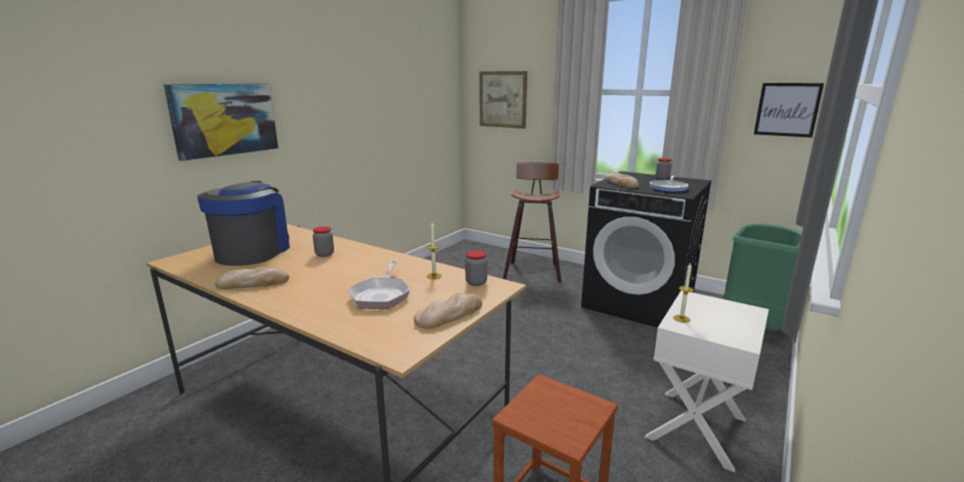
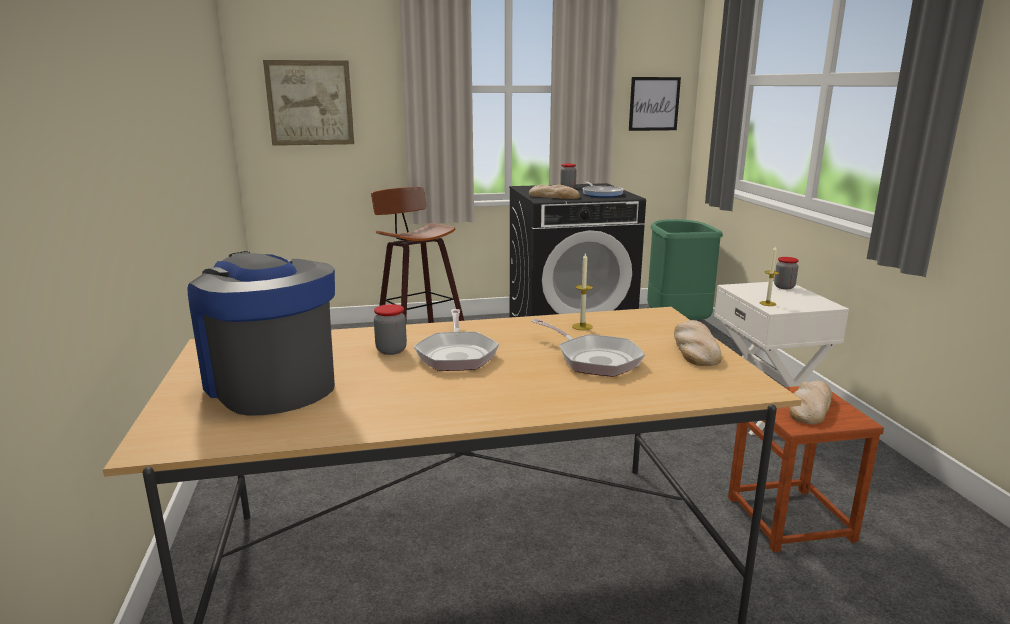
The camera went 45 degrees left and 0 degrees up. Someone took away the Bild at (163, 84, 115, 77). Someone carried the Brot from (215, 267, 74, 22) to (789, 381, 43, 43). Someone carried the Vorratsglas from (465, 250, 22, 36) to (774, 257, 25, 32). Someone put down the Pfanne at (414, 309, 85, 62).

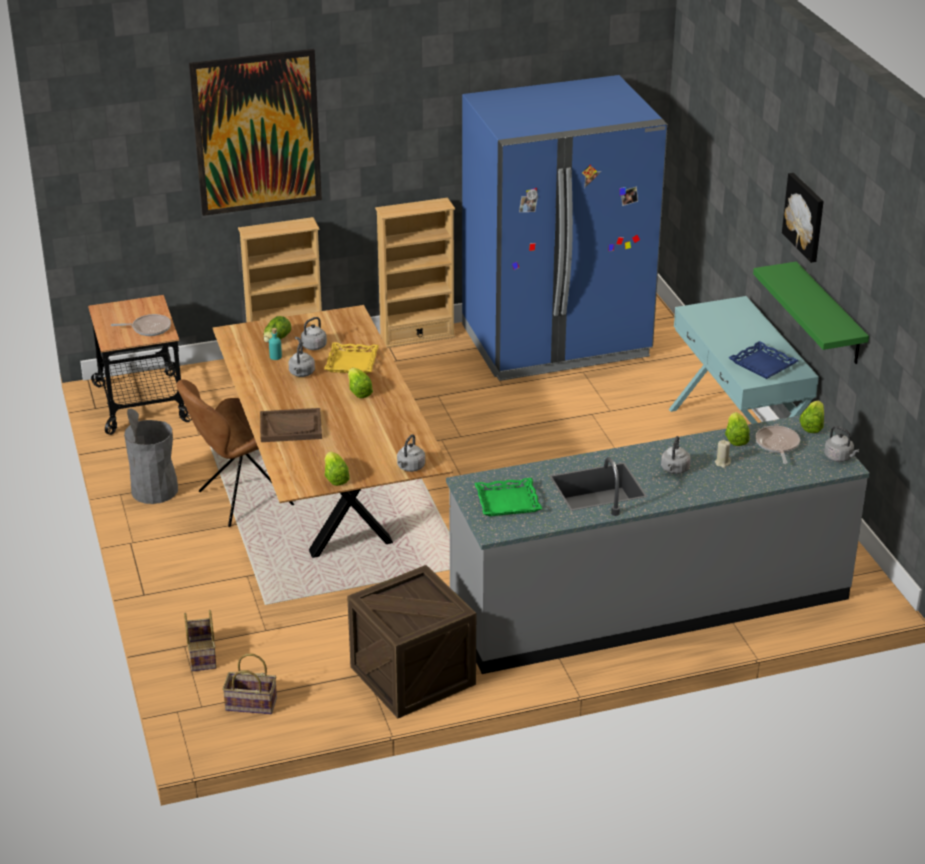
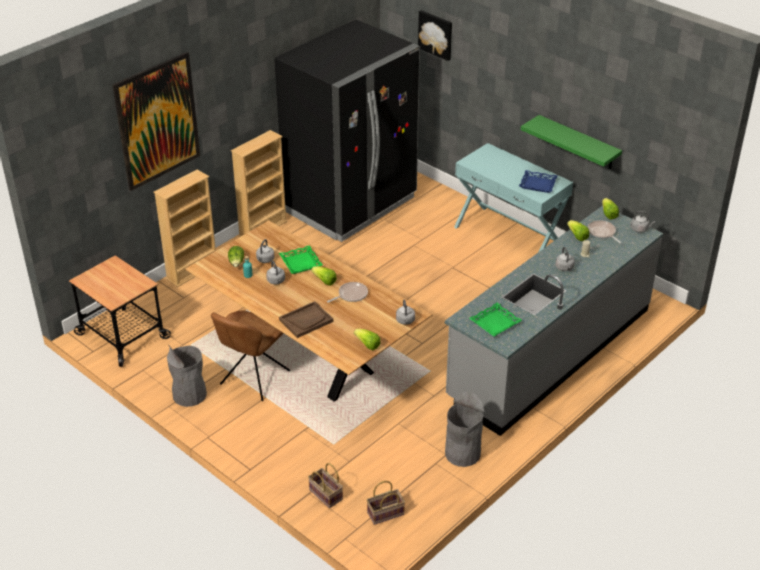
The camera went 30 degrees left and 5 degrees up. Someone carried the Pfanne from (111, 314, 60, 22) to (327, 282, 41, 21). Someone repainted the Tablett (gelb) at (324, 343, 55, 31), which became the Tablett (grün) at (279, 245, 44, 29). Someone swapped the Kiste at (347, 565, 129, 153) for the Mülleimer (grau) at (445, 391, 40, 76). Someone repainted the Kühlschrank (blau) at (462, 75, 206, 306), which became the Kühlschrank (schwarz) at (274, 20, 146, 222). Someone carried the Bild from (782, 173, 42, 90) to (418, 10, 34, 51).

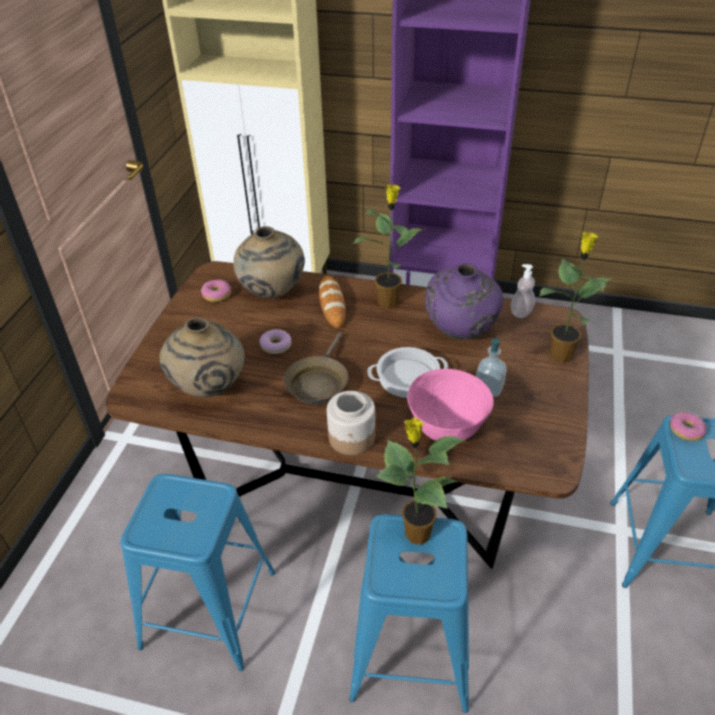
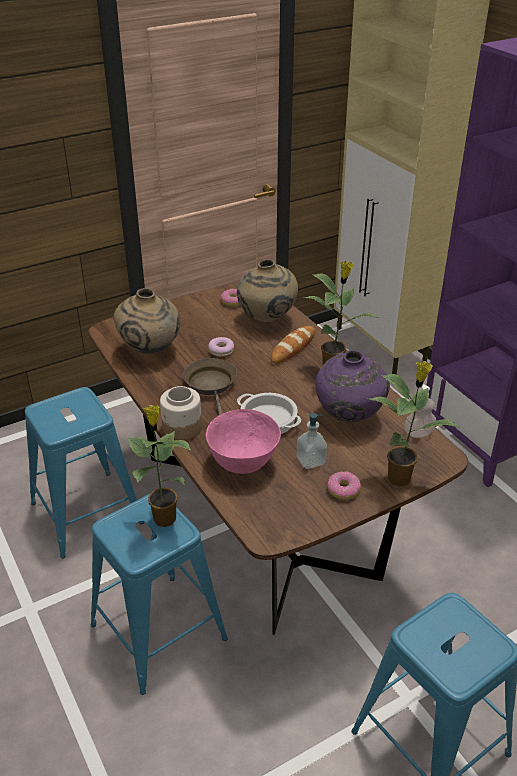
The camera went 45 degrees right and 5 degrees down. Someone rotated the Pfanne (braun) at (284, 332, 64, 73) by 105 degrees clockwise. Someone carried the Donut from (670, 412, 36, 29) to (327, 471, 34, 29).

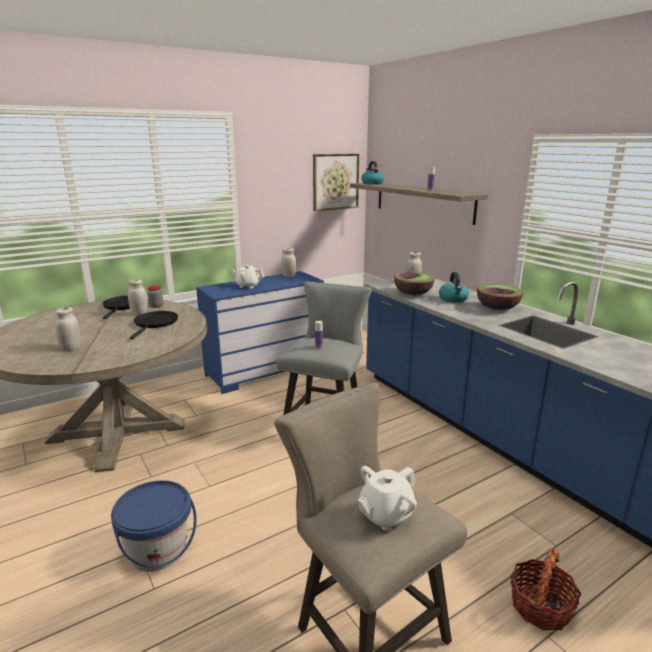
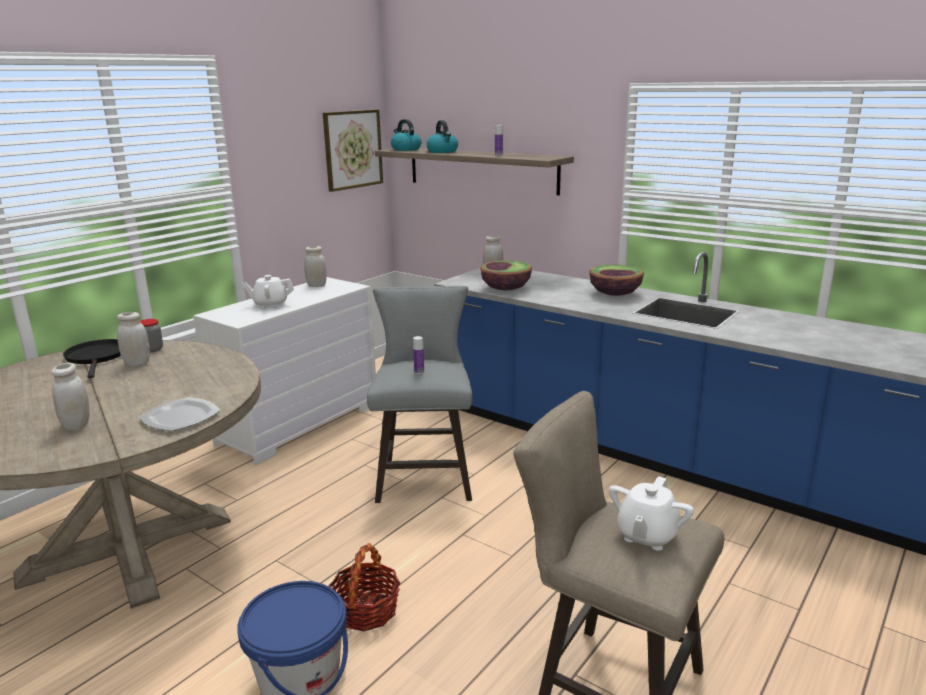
The camera went 20 degrees left and 0 degrees up. Someone took away the Pfanne (schwarz) at (130, 311, 48, 28). Someone repainted the Kommode (blau) at (196, 271, 128, 123), which became the Kommode (weiß) at (193, 277, 183, 188). Someone carried the Wasserkessel from (439, 272, 30, 31) to (426, 120, 32, 33). Someone carried the Korb from (510, 548, 71, 82) to (329, 543, 71, 88). Someone put down the Teller at (139, 397, 82, 34).

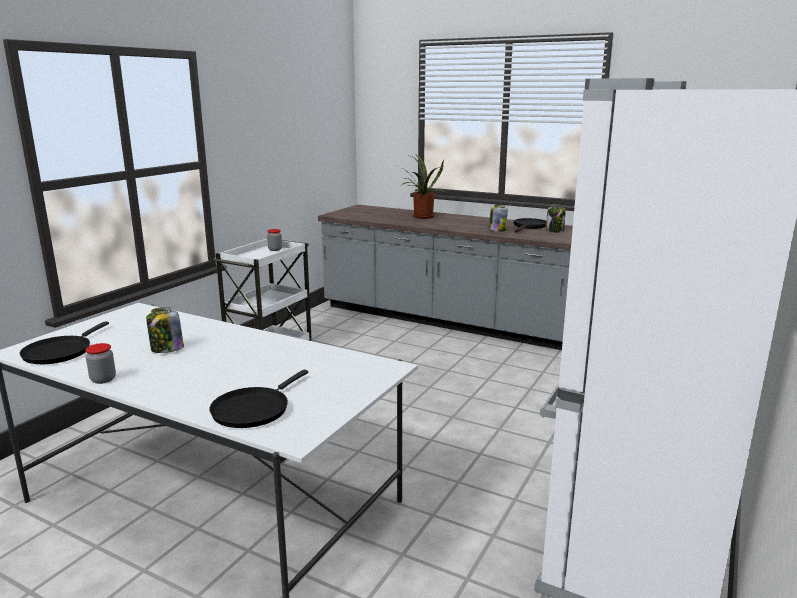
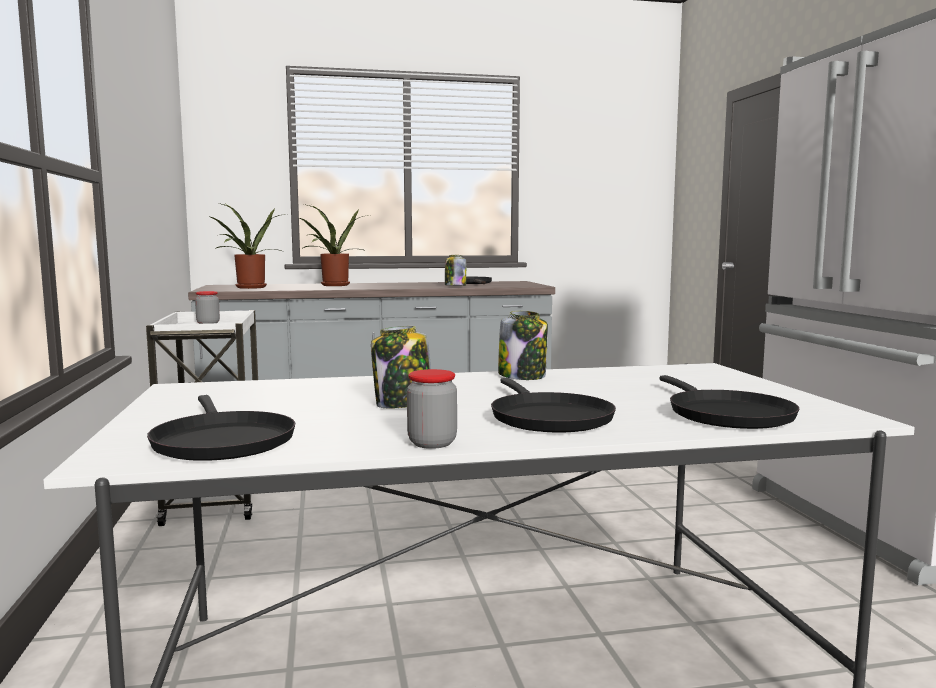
The camera went 40 degrees left and 10 degrees down. Someone carried the Vorratsglas from (546, 204, 19, 29) to (498, 311, 50, 69). Someone put down the Topfpflanze at (211, 203, 75, 86). Someone put down the Pfanne (schwarz) at (491, 378, 125, 54).

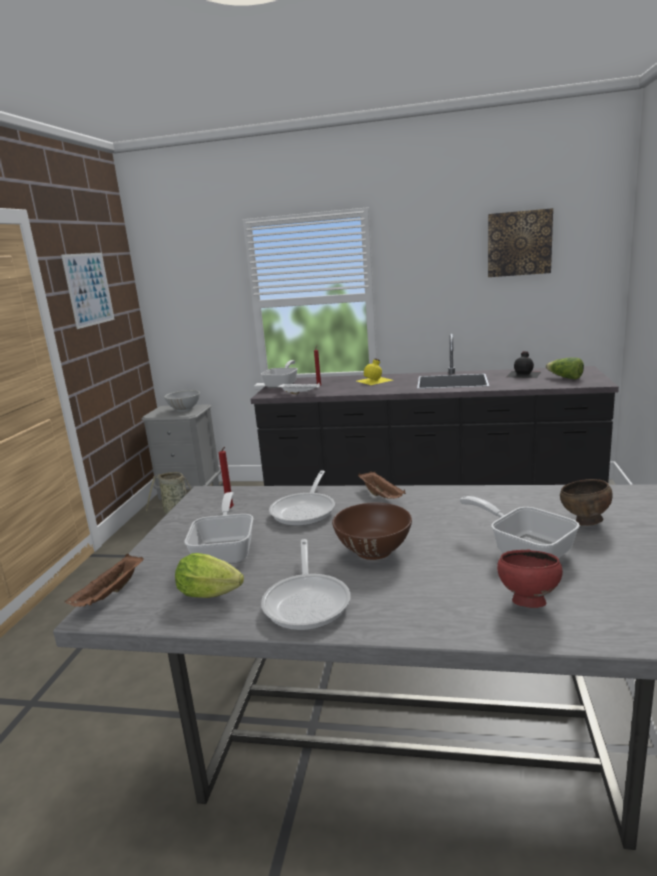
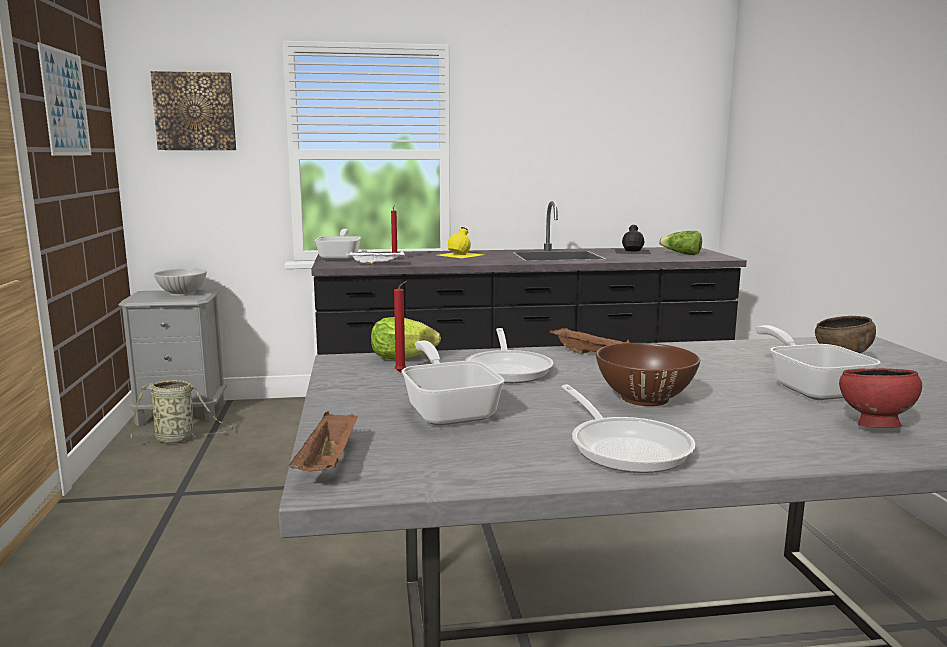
The camera went 20 degrees left and 5 degrees down. Someone carried the Salatkopf from (175, 553, 69, 45) to (371, 317, 70, 42). Someone rotated the Pfanne at (460, 496, 120, 62) by 45 degrees clockwise. Someone carried the Bild from (488, 208, 65, 69) to (150, 71, 86, 79).

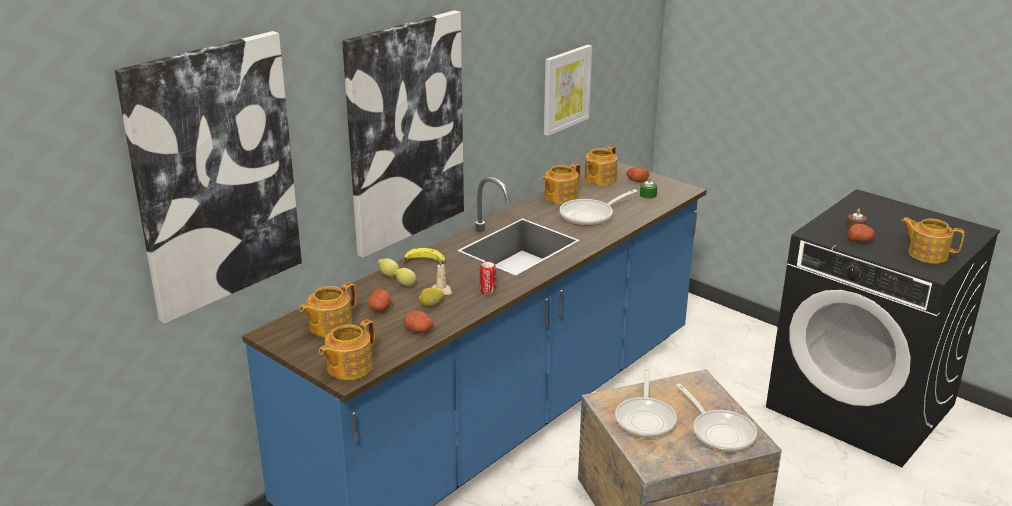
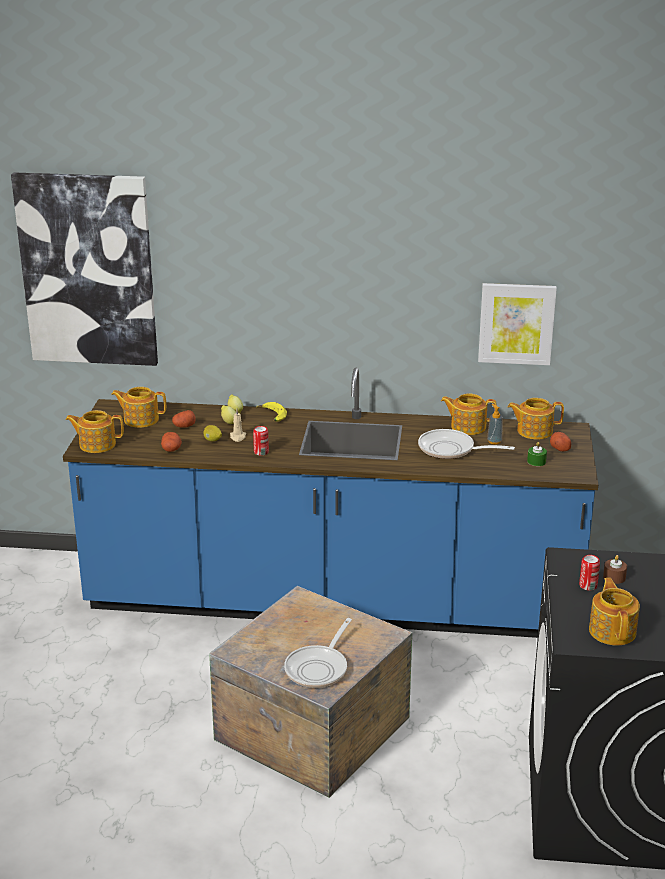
The camera went 55 degrees right and 0 degrees up. Someone took away the Bild at (342, 10, 122, 248). Someone took away the Pfanne at (615, 368, 62, 70). Someone swapped the Kartoffel at (848, 224, 27, 18) for the Dose at (579, 555, 21, 36). Someone put down the Seifenspender at (487, 404, 16, 40).

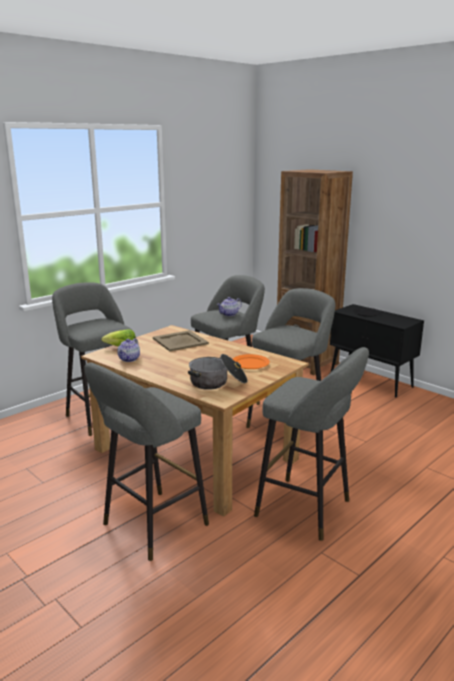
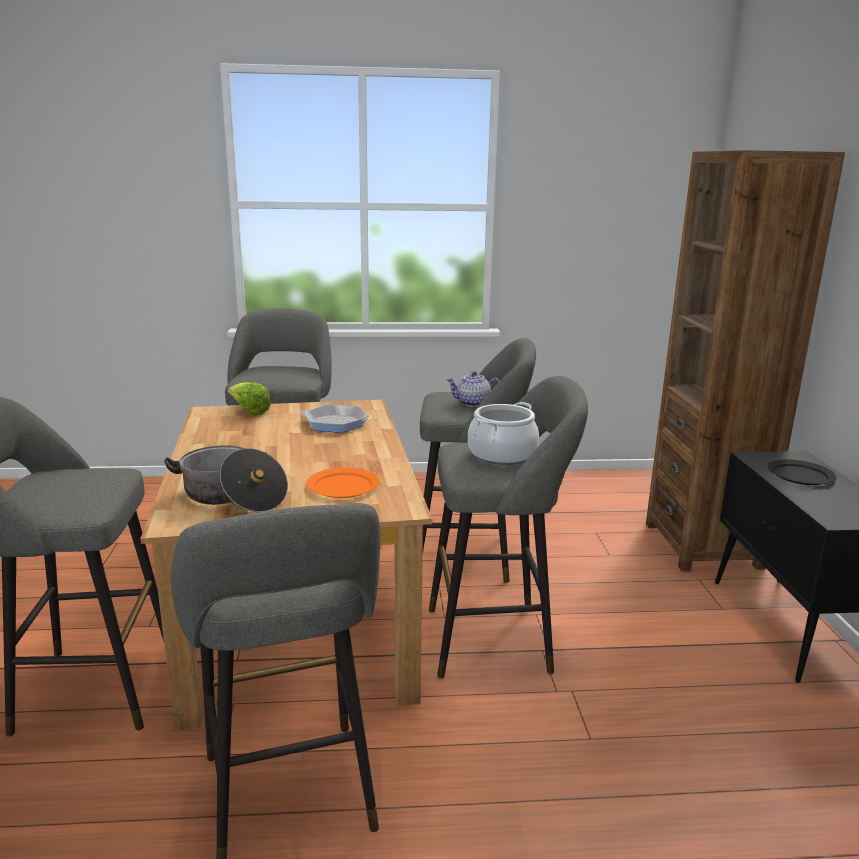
The camera went 40 degrees right and 0 degrees up. Someone took away the Teekanne at (118, 338, 22, 24). Someone swapped the Tablett (beige) at (153, 330, 56, 21) for the Pfanne at (300, 404, 72, 29). Someone put down the Kochtopf at (468, 402, 71, 63).

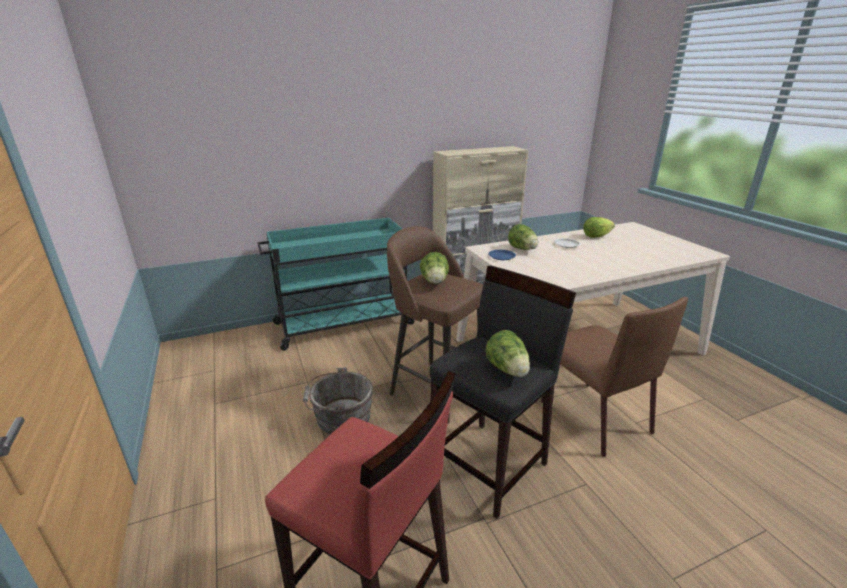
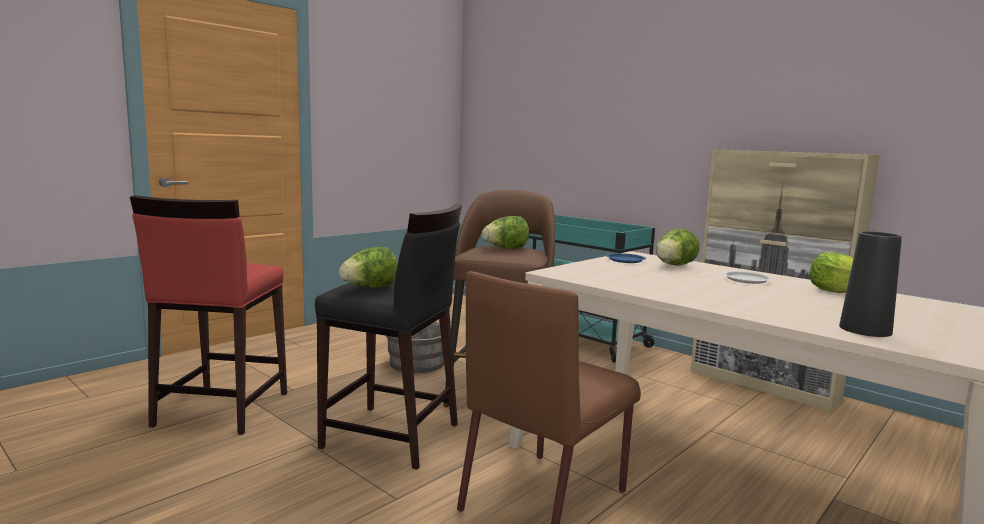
The camera went 65 degrees right and 15 degrees down. Someone put down the Vase (schwarz) at (839, 231, 63, 106).

